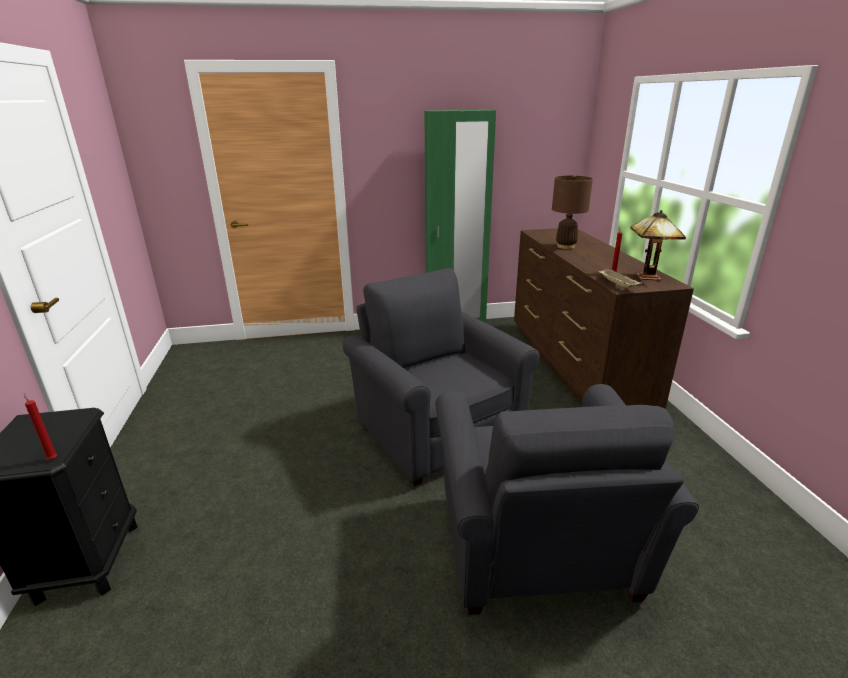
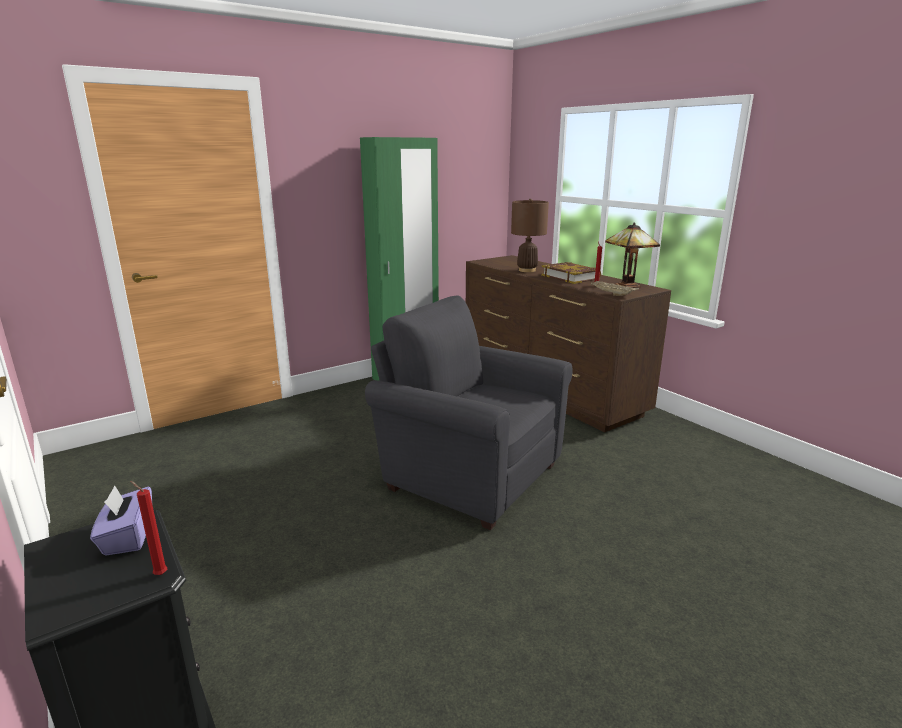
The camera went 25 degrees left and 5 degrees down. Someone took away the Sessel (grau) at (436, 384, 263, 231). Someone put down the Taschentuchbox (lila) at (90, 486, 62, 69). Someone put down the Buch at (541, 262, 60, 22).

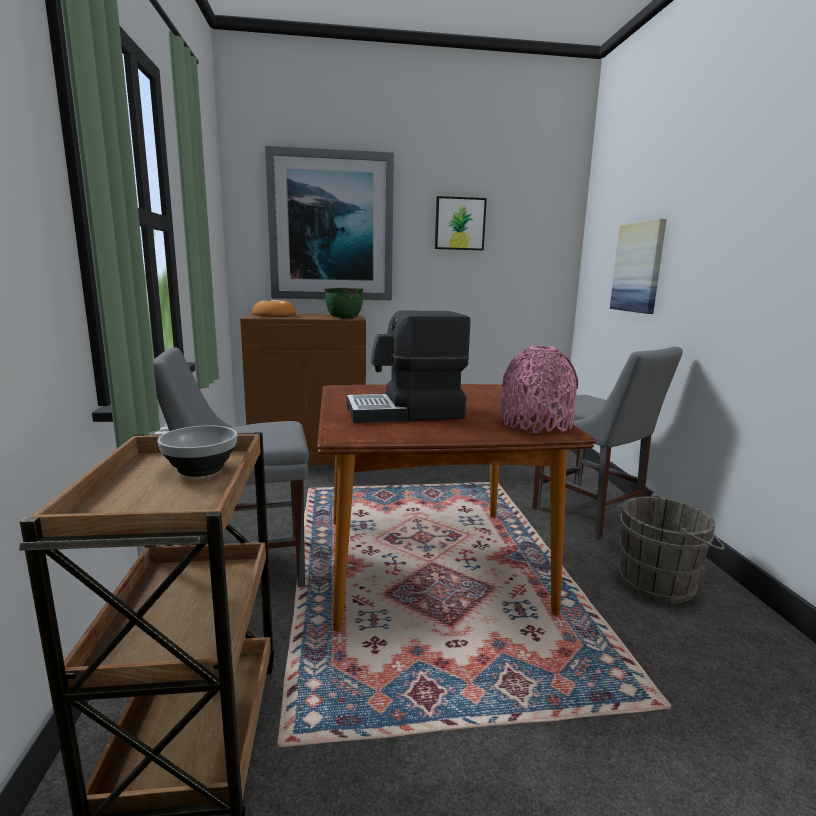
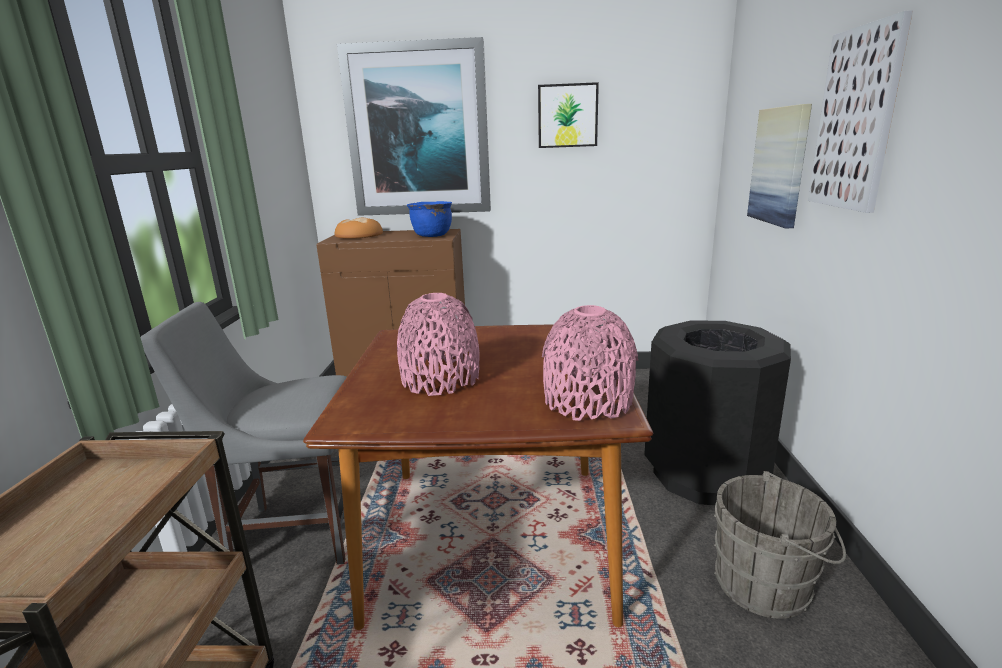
The camera went 10 degrees right and 5 degrees up. Someone took away the Schüssel at (158, 425, 79, 52). Someone repainted the Kochtopf (grün) at (324, 288, 39, 30), which became the Kochtopf (blau) at (407, 201, 45, 36). Someone swapped the Kaffeemaschine at (347, 310, 123, 113) for the Vase (rosa) at (397, 293, 83, 103). Someone swapped the Stuhl (grau) at (533, 347, 150, 191) for the Mülleimer (schwarz) at (644, 320, 147, 185). Someone put up the Bild at (808, 10, 105, 203).

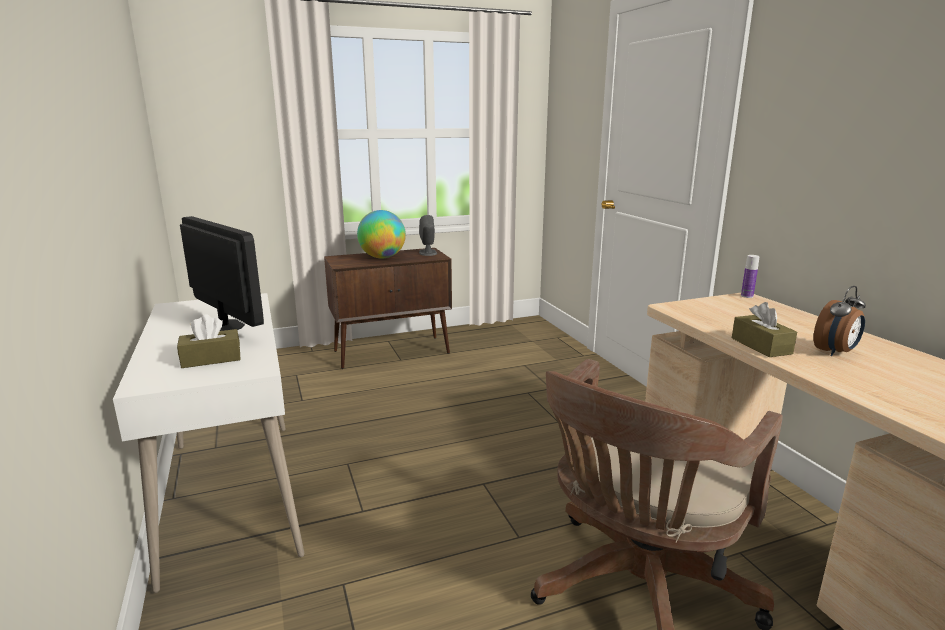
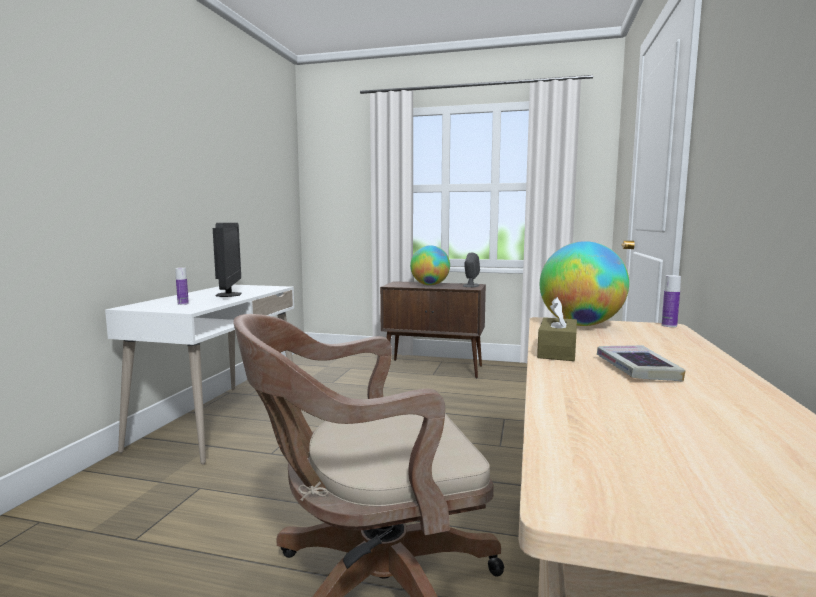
The camera went 35 degrees right and 10 degrees down. Someone swapped the Taschentuchbox (braun) at (177, 314, 64, 54) for the Flasche at (175, 268, 14, 37). Someone swapped the Wecker at (813, 286, 53, 70) for the Buch at (597, 345, 89, 36). Someone put down the Globus at (540, 241, 89, 85).

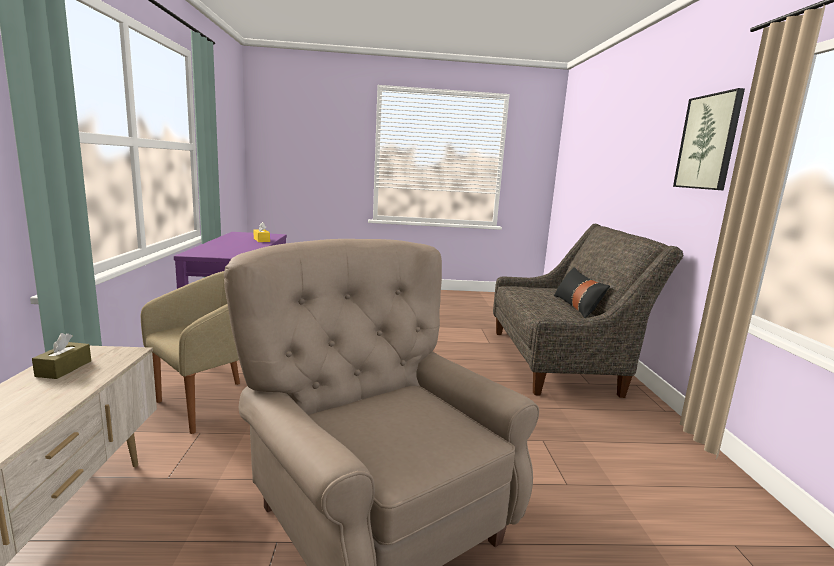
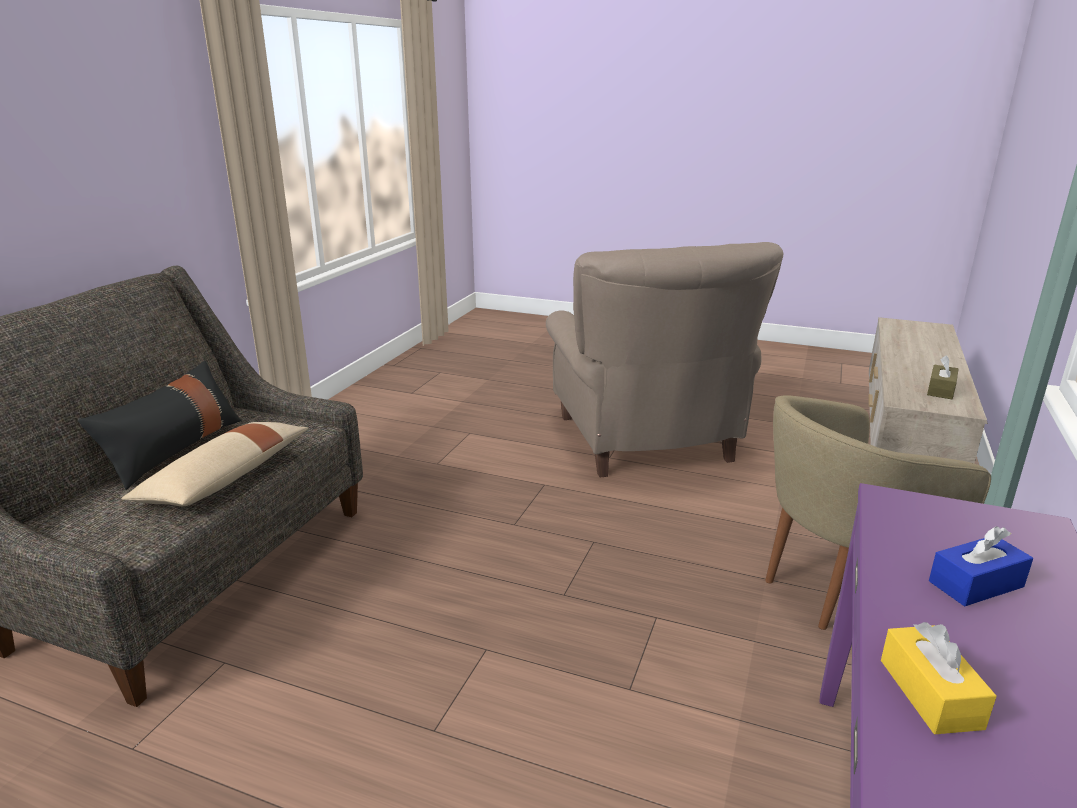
The camera went 155 degrees left and 10 degrees up. Someone took away the Bild at (673, 88, 72, 102). Someone put down the Kissen (beige) at (121, 422, 187, 84). Someone put down the Taschentuchbox (blau) at (929, 526, 104, 81).

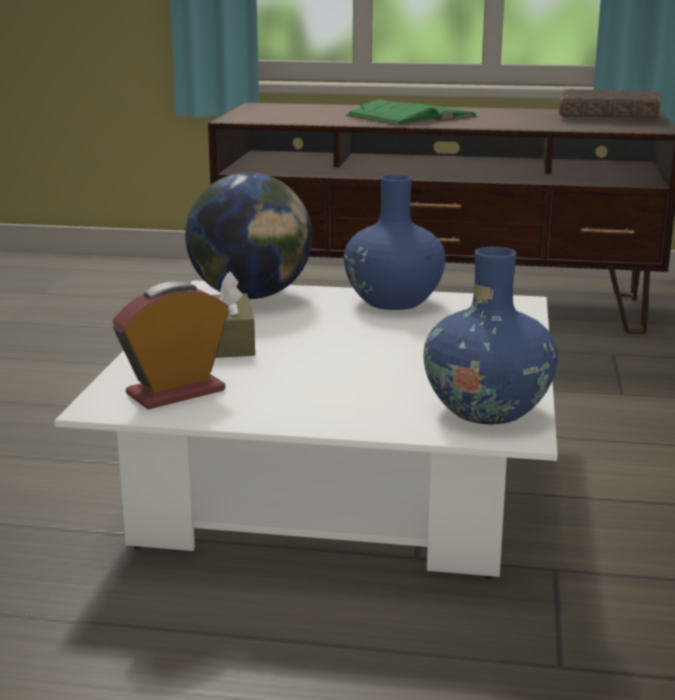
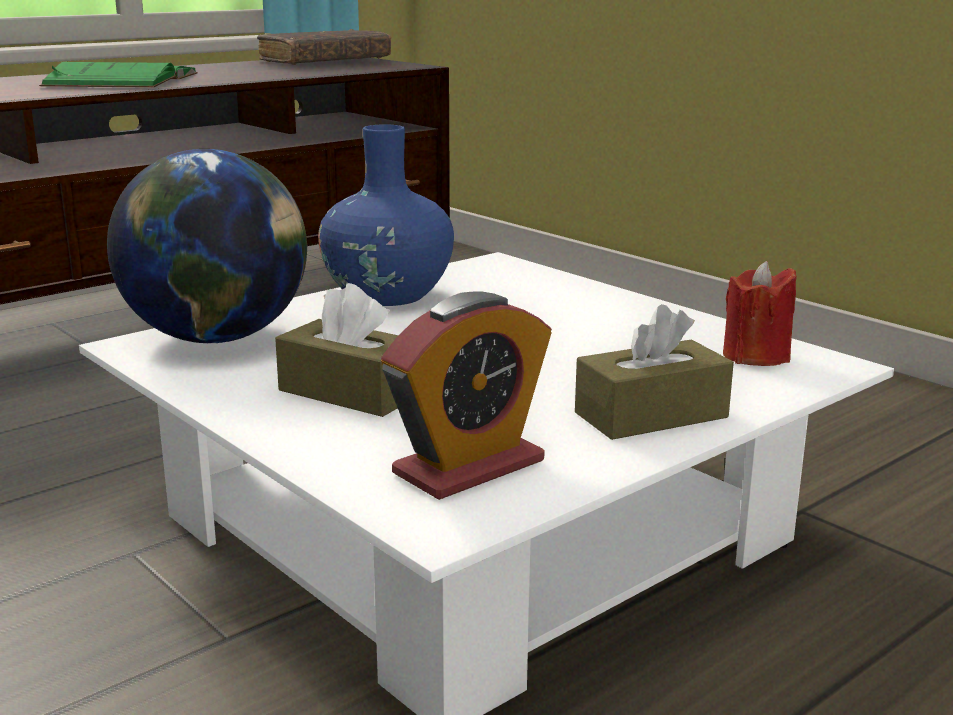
The camera went 50 degrees left and 0 degrees up. Someone rotated the Wecker at (113, 282, 116, 127) by 135 degrees counterclockwise. Someone swapped the Vase (blau) at (424, 247, 134, 177) for the Kerze (rot) at (723, 261, 74, 105). Someone put down the Taschentuchbox (braun) at (575, 304, 159, 136).

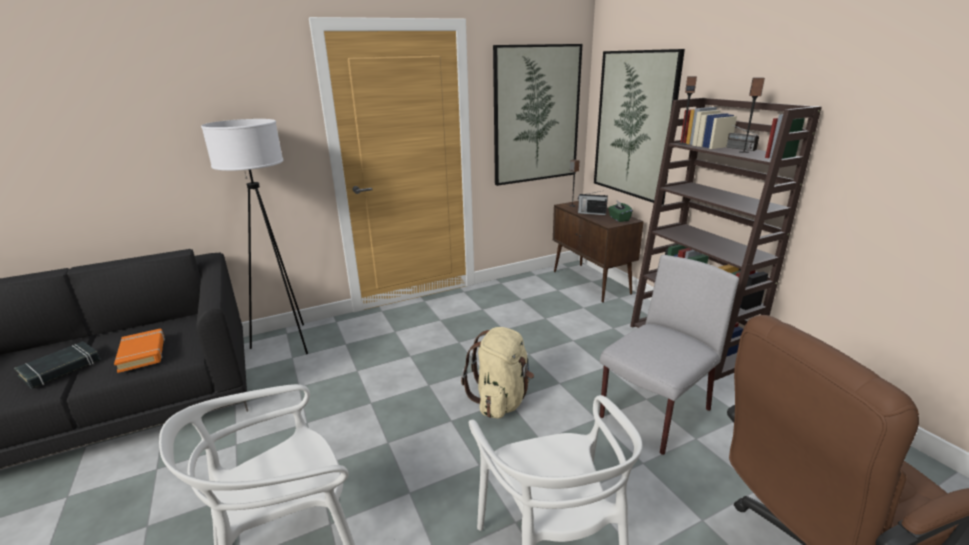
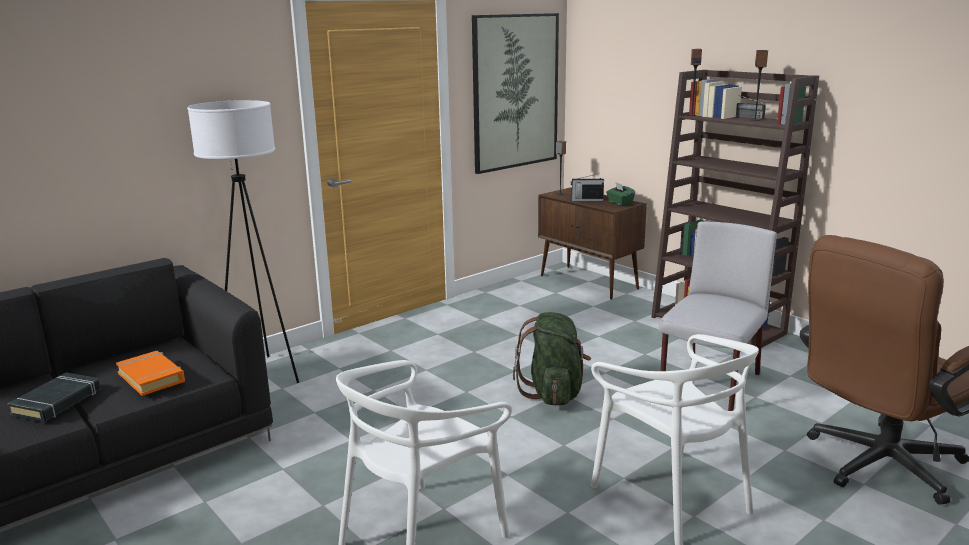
The camera went 15 degrees left and 5 degrees down. Someone repainted the Rucksack (beige) at (461, 327, 73, 92), which became the Rucksack (grün) at (513, 312, 78, 94). Someone took away the Bild at (594, 49, 91, 156).

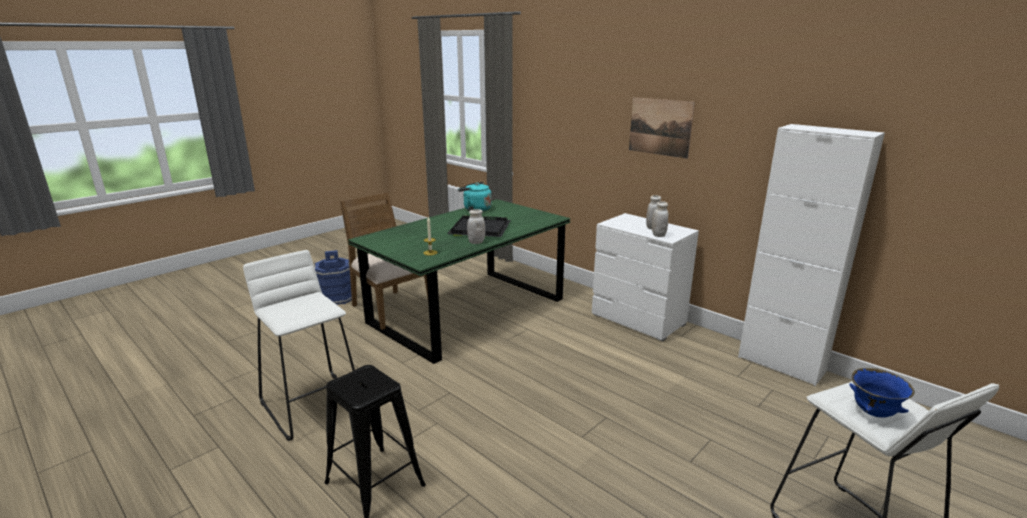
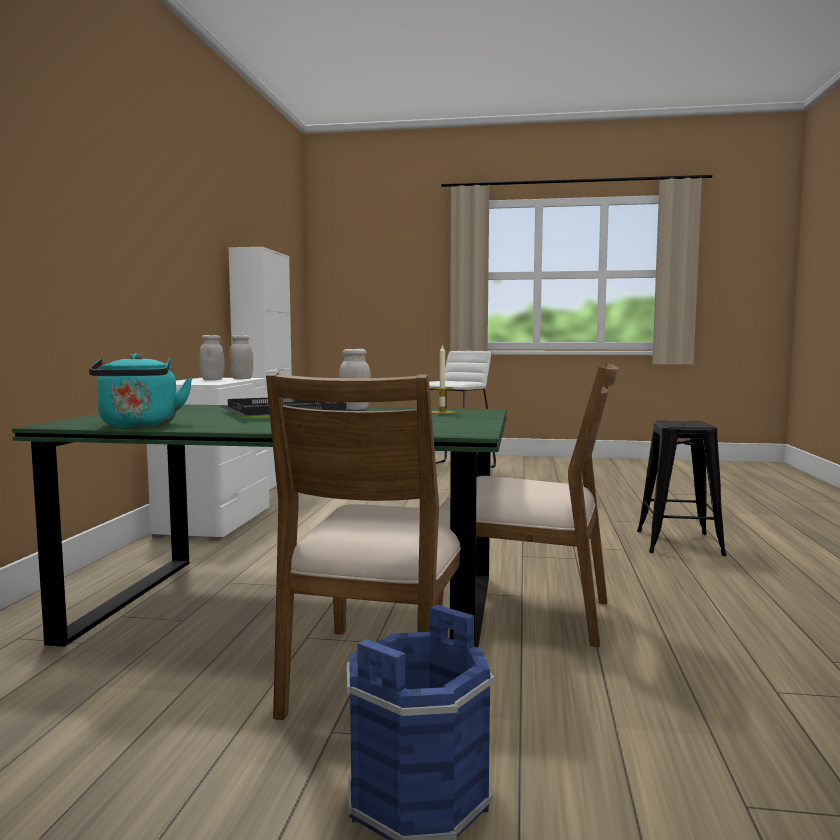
The camera went 125 degrees left and 15 degrees down. Someone took away the Hocker (weiß) at (243, 250, 112, 191). Someone took away the Bild at (629, 97, 66, 62). Someone took away the Schüssel (blau) at (849, 368, 66, 49). Someone put down the Stuhl (braun) at (435, 362, 184, 285).

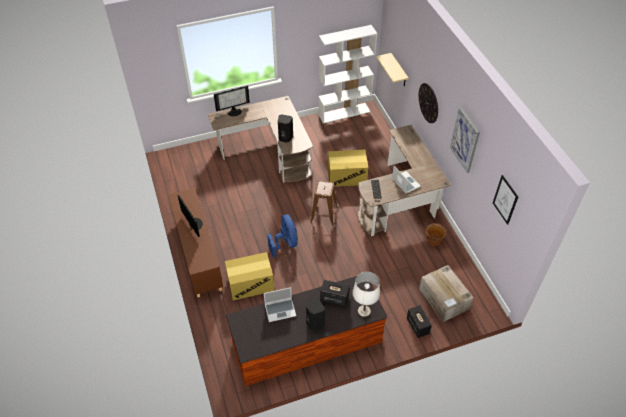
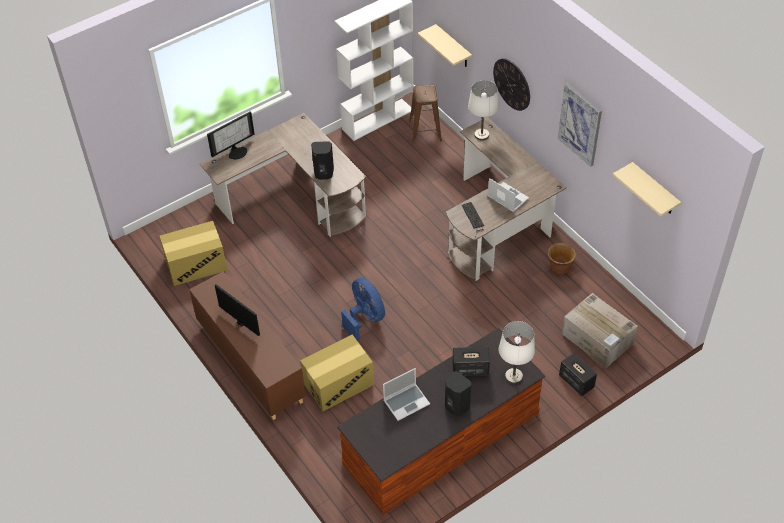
The camera went 15 degrees left and 0 degrees up. Someone carried the Hocker (braun) from (311, 180, 26, 46) to (409, 85, 33, 59). Someone carried the Karton from (328, 150, 40, 37) to (160, 221, 67, 65). Someone swapped the Bild at (493, 175, 25, 50) for the Wandregal (beige) at (613, 162, 68, 54). Someone put down the Tischlampe (weiß) at (468, 80, 31, 60).

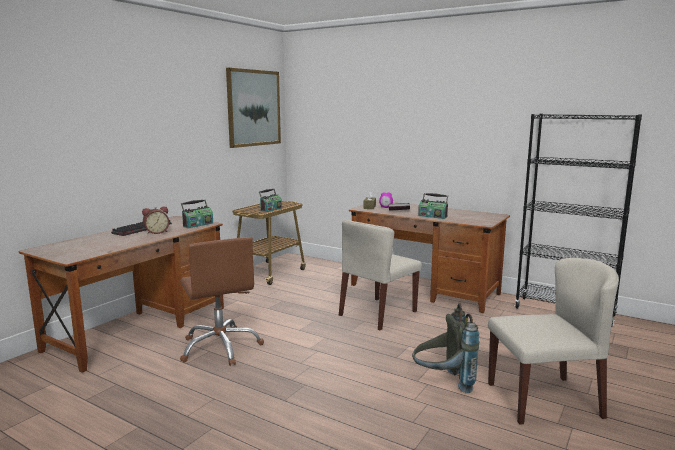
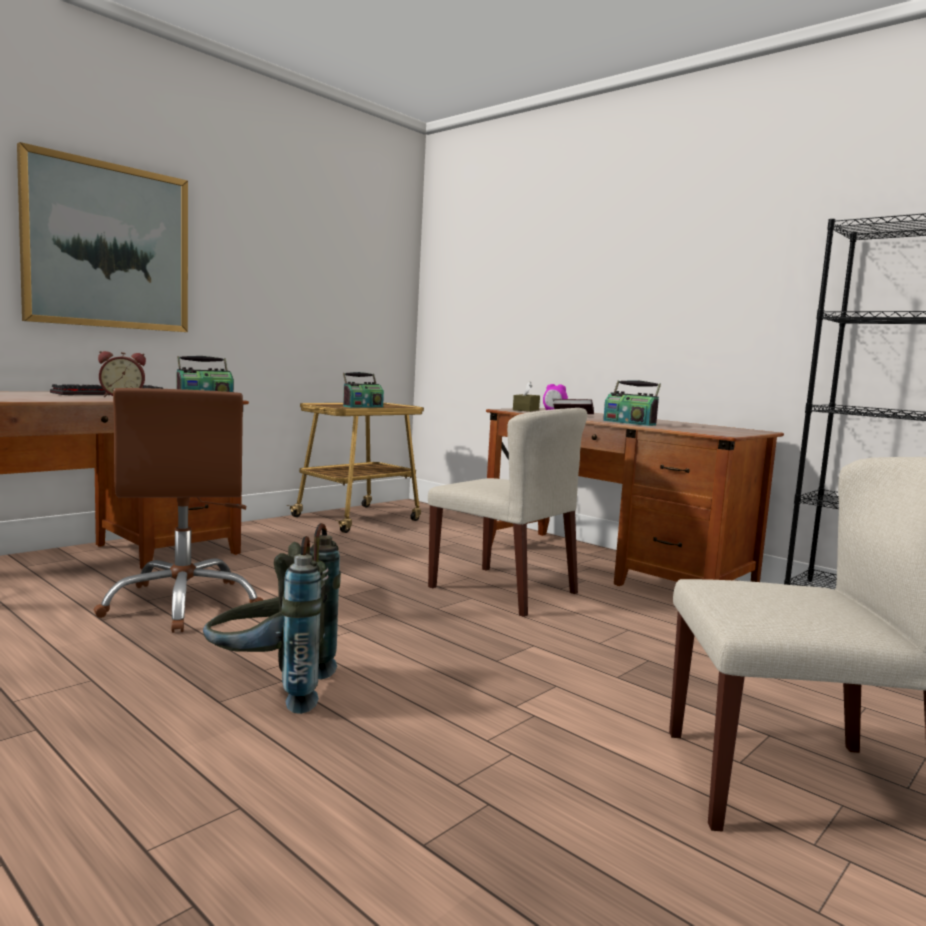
The camera went 10 degrees right and 5 degrees down. Someone carried the Bild from (226, 68, 55, 80) to (17, 142, 171, 190). Someone rotated the Stuhl (beige) at (339, 219, 83, 111) by 105 degrees counterclockwise. Someone carried the Rucksack (grau) from (412, 303, 67, 90) to (203, 523, 138, 191).

